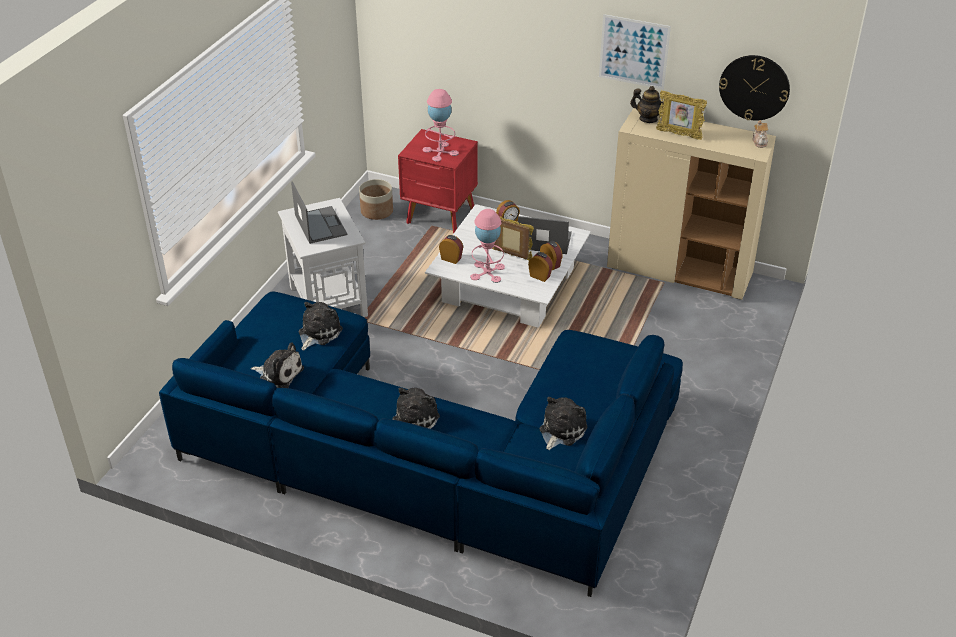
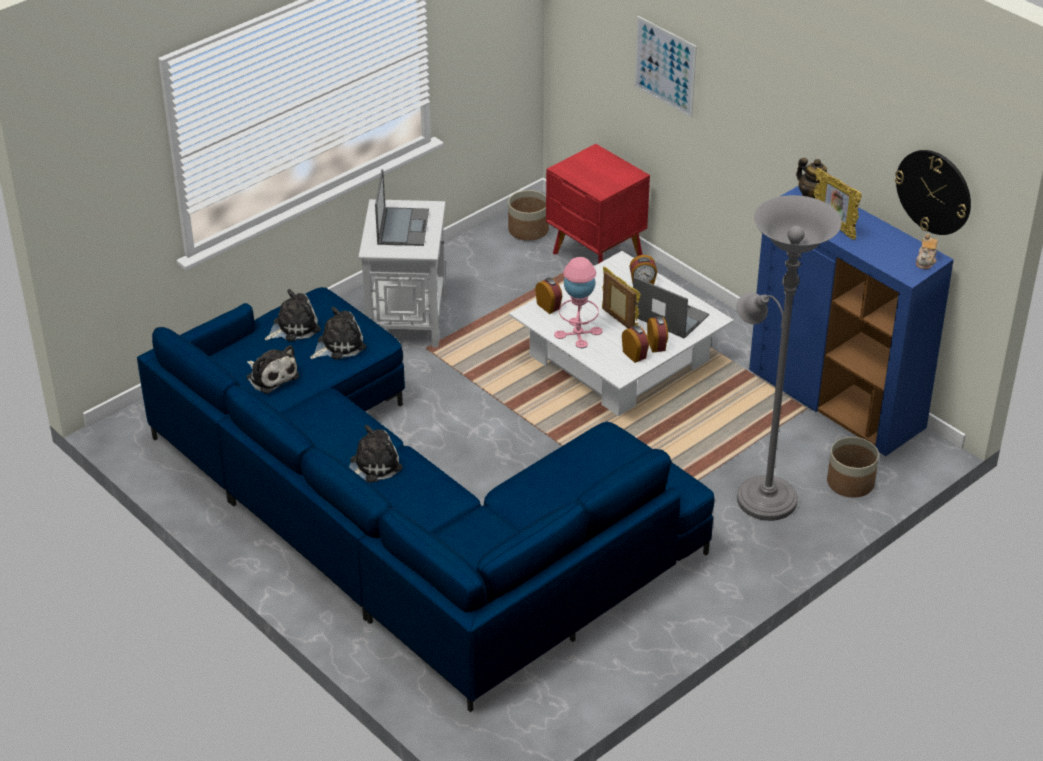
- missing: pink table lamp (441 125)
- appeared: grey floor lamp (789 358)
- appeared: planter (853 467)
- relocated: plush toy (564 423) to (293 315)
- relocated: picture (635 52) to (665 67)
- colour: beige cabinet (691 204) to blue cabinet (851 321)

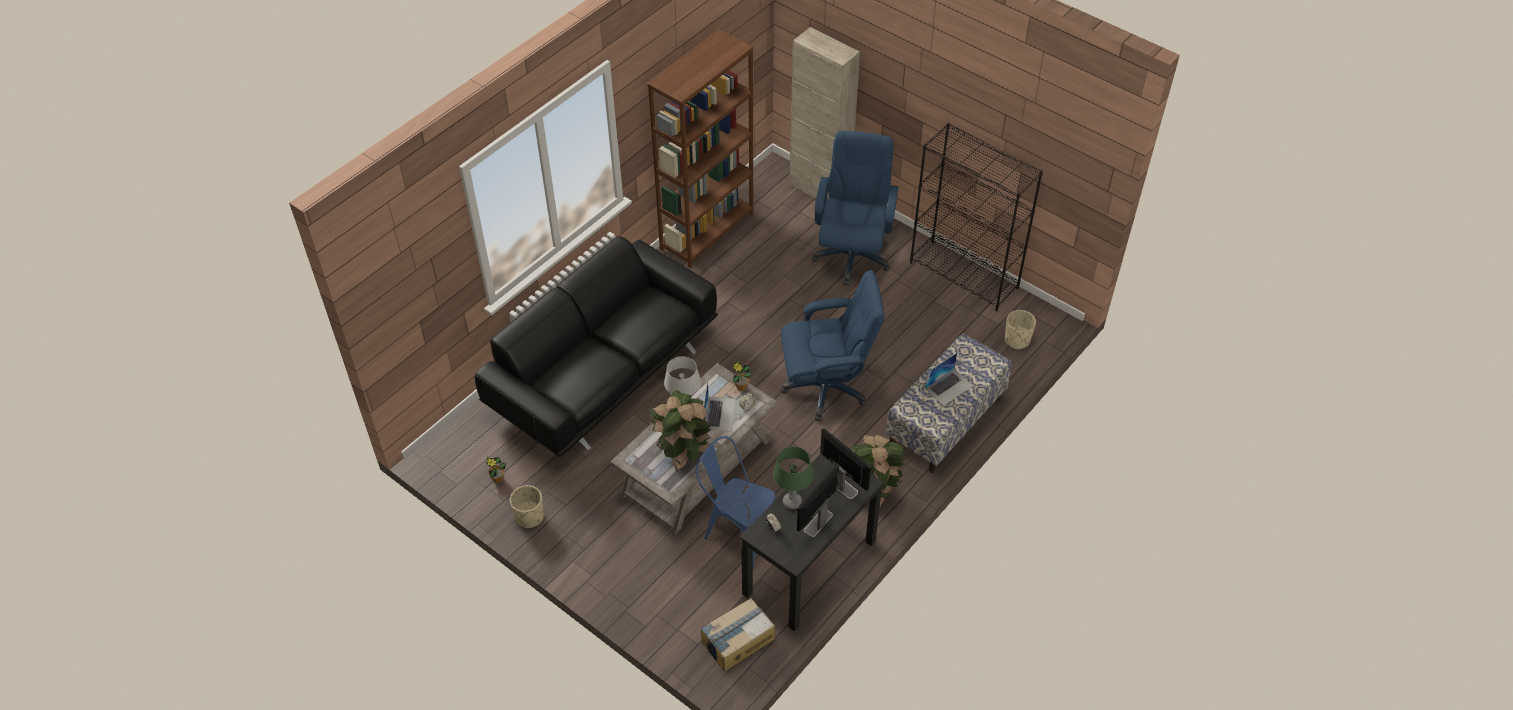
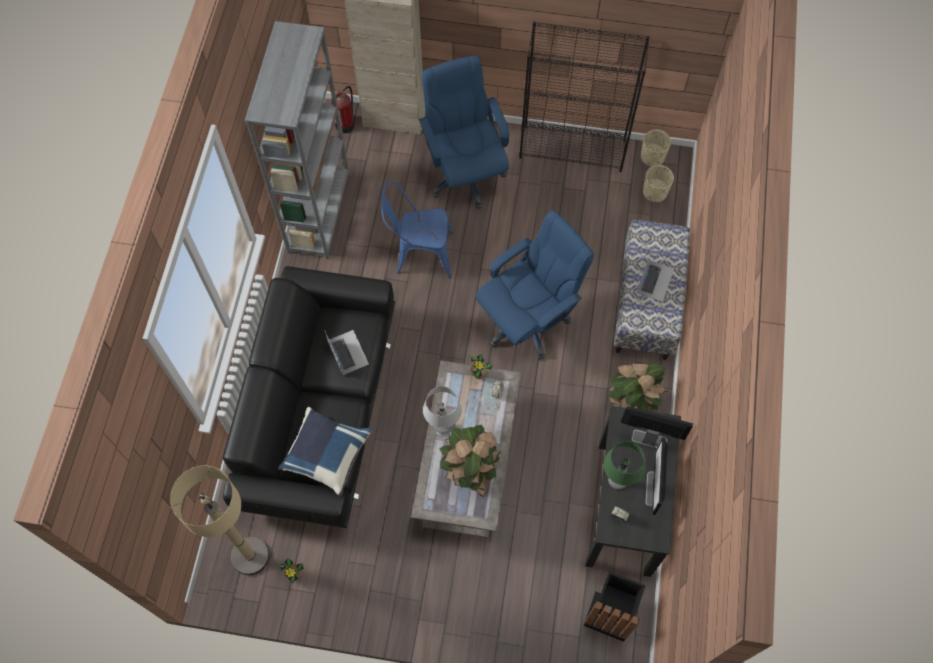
- appeared: beige floor lamp (220 520)
- appeared: blue pillow (325 451)
- appeared: fire extinguisher (343 109)
- relocated: beige planter (527 507) to (656 148)
- relocated: blue chair (736 502) to (417 230)
- relocated: laptop (720 406) to (346 352)
- exchanged: cardboard box (737 635) to black trash can (615 606)
- colour: brown bookcase (700 148) to grey bookcase (297 140)

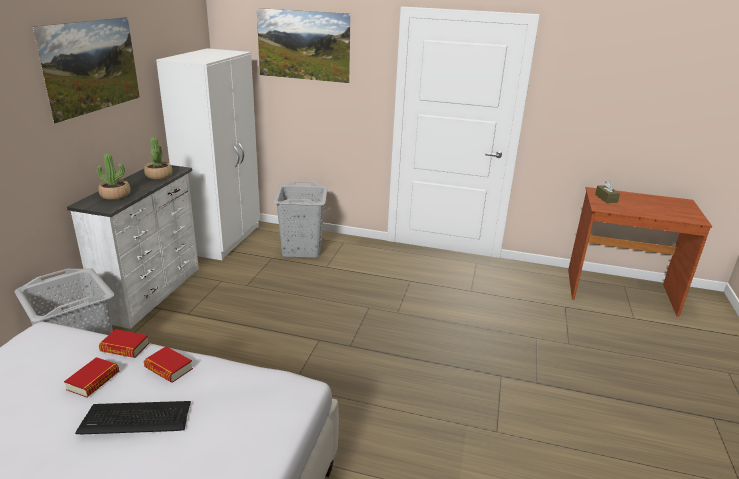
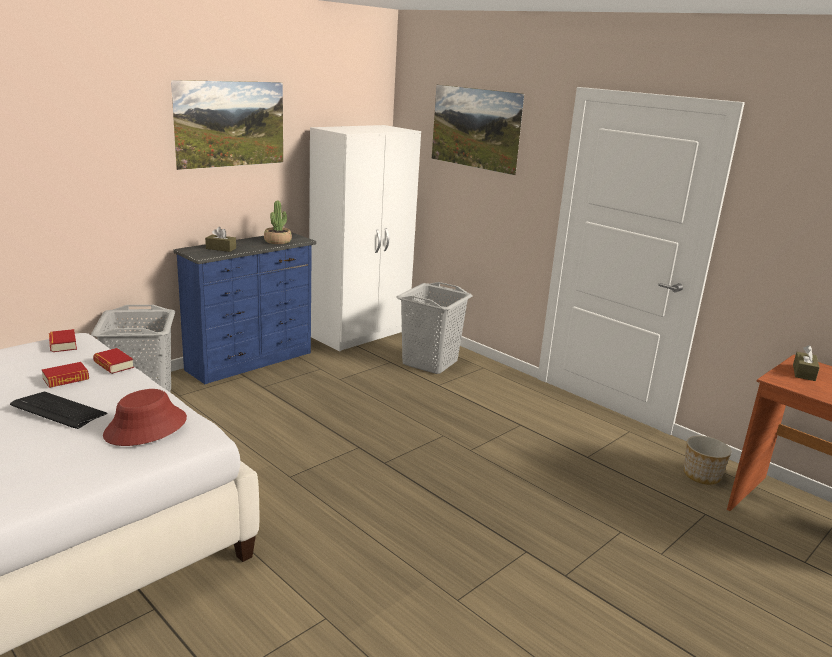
- appeared: red hat (145 417)
- appeared: planter (707 460)
- relocated: book (168 364) to (63 340)
- exchanged: potted plant (114 176) to brown tissue box (220 239)
- colour: white dresser (133 247) to blue dresser (244 308)

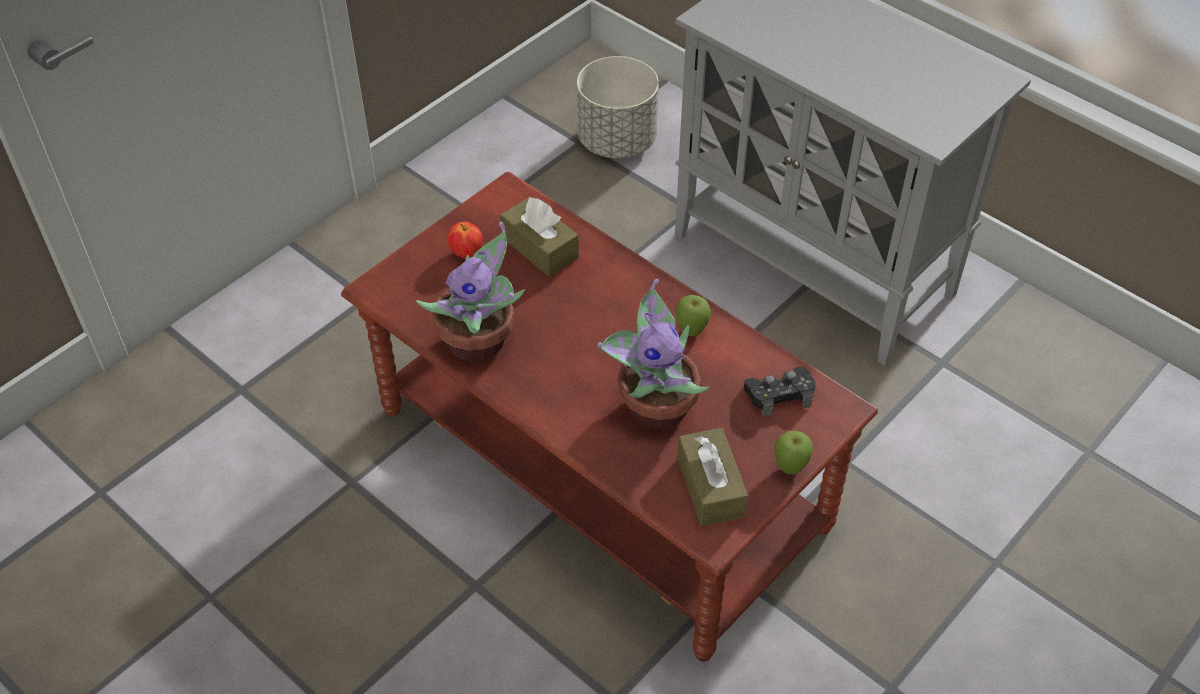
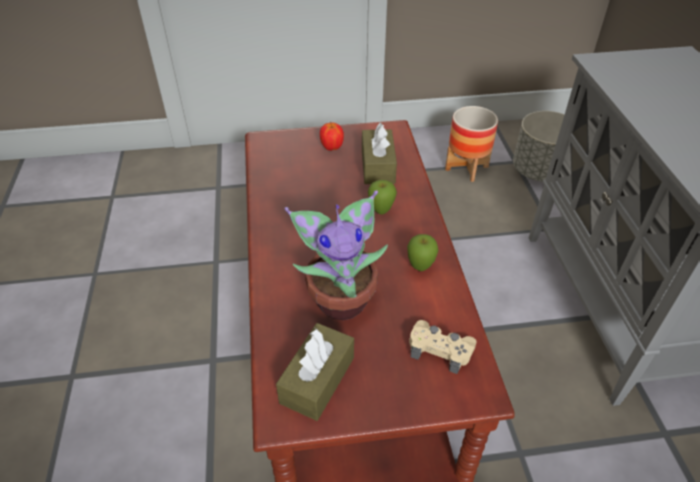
- missing: potted plant (470 292)
- appeared: planter (471 144)
- relocated: apple (793 452) to (382 197)
- colour: black game controller (779 392) to beige game controller (442 347)

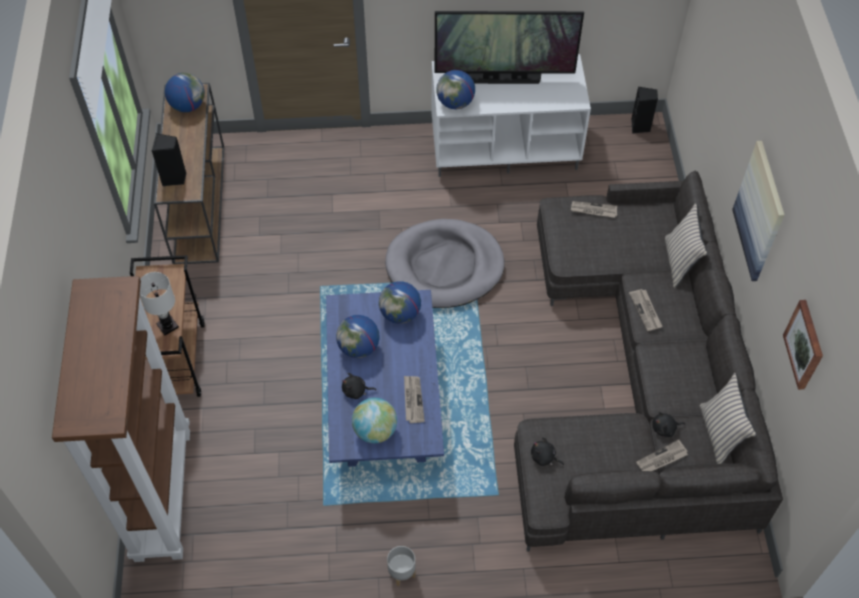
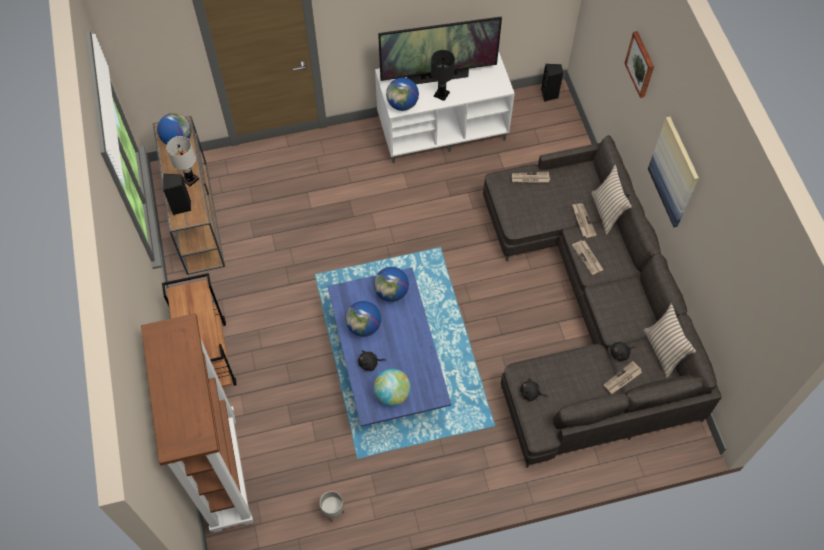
- missing: grey dog bed (445 263)
- appeared: black table lamp (443 75)
- relocated: white table lamp (159 303) to (182 161)
- relocated: grey planter (401 566) to (332 506)
- relocated: newspaper (414 399) to (584 220)
- relocated: picture (803 345) to (639 64)

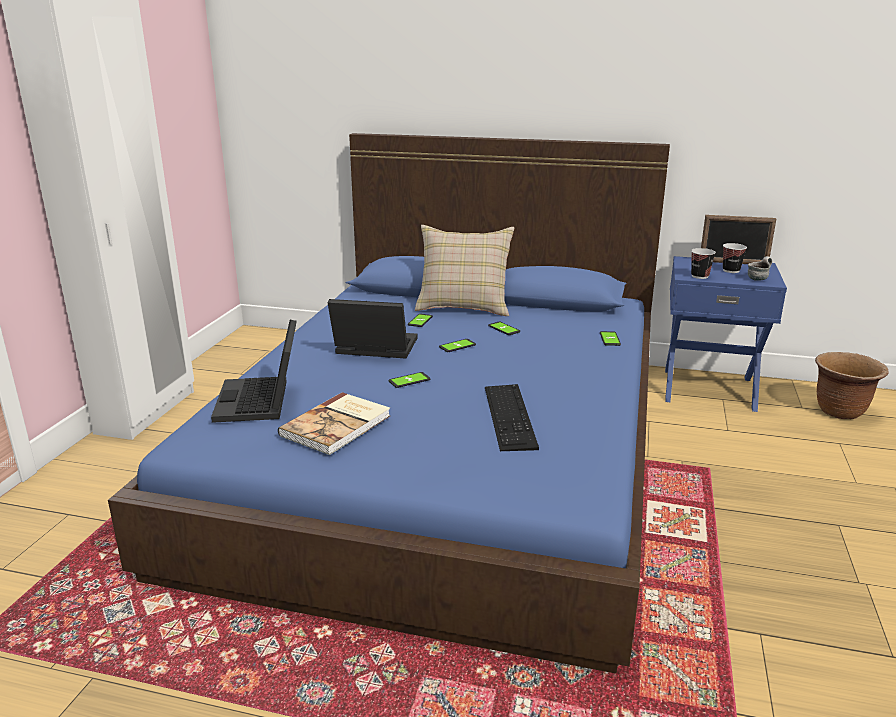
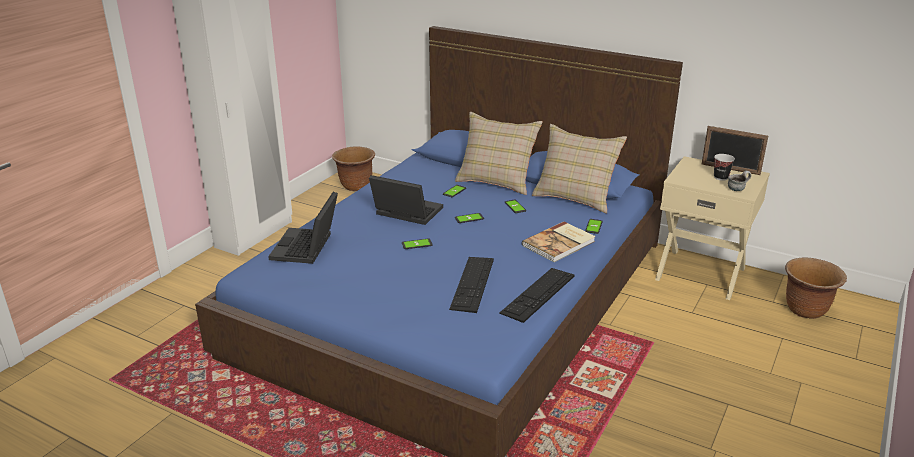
- missing: cup (703 263)
- appeared: brown planter (353 168)
- appeared: keyboard (537 295)
- appeared: beige pillow (579 168)
- relocated: book (334 423) to (558 242)
- colour: blue nightstand (726 334) to beige nightstand (712 228)

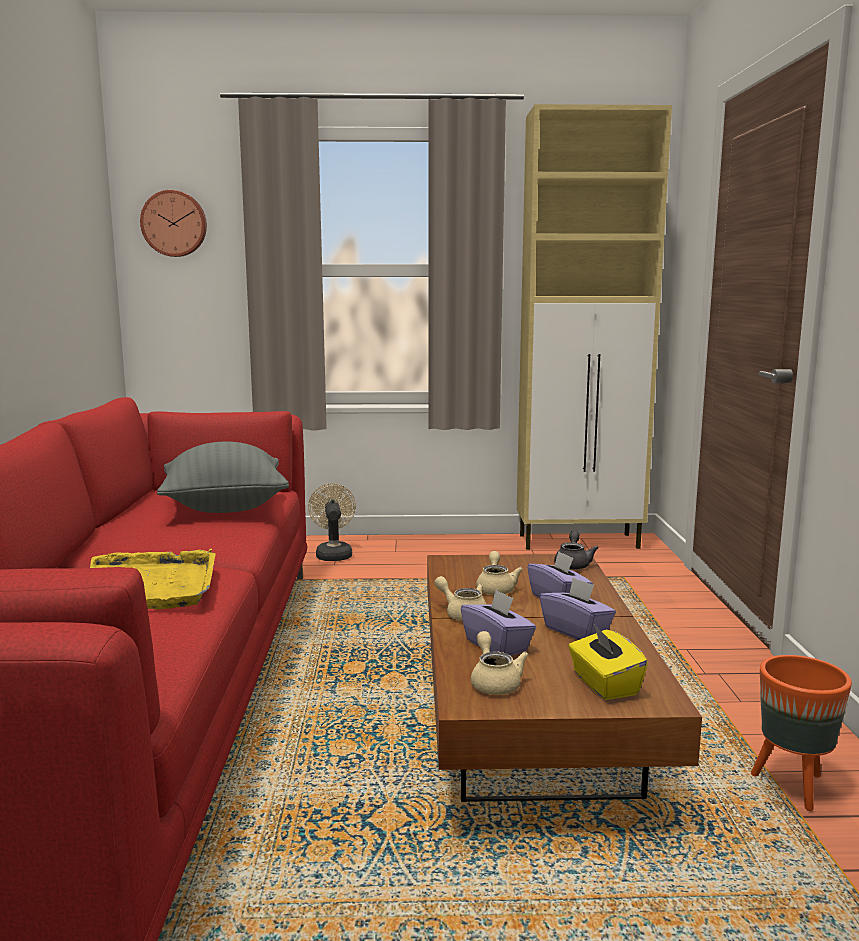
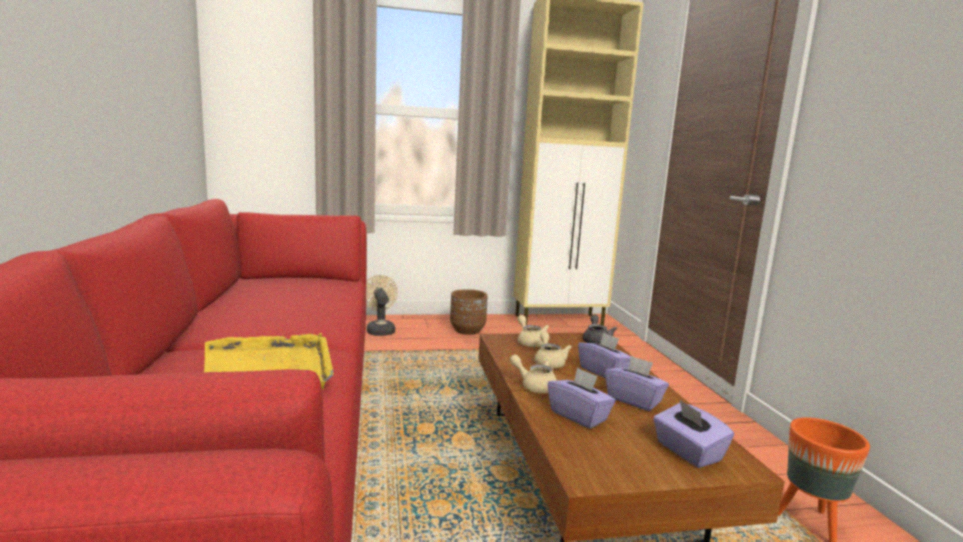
- missing: wall clock (173 223)
- missing: grey pillow (223 477)
- appeared: brown planter (469 312)
- relocated: beige teapot (500 663) to (533 331)
- colour: yellow tissue box (608 661) to purple tissue box (693 433)

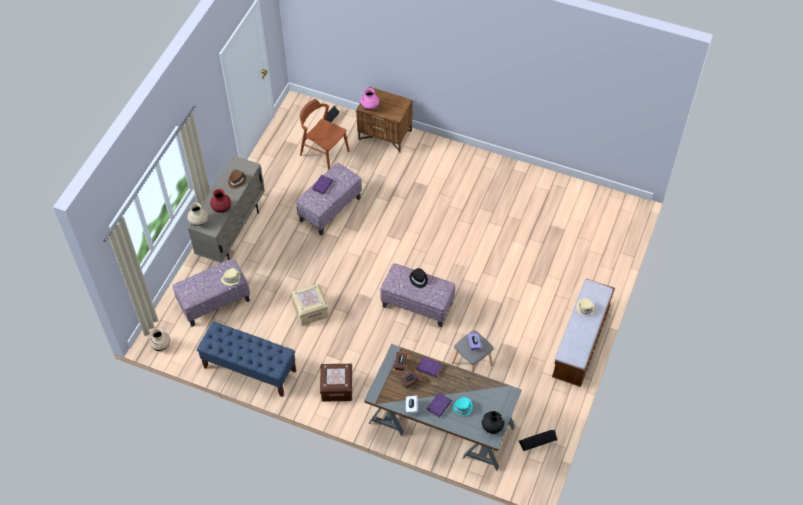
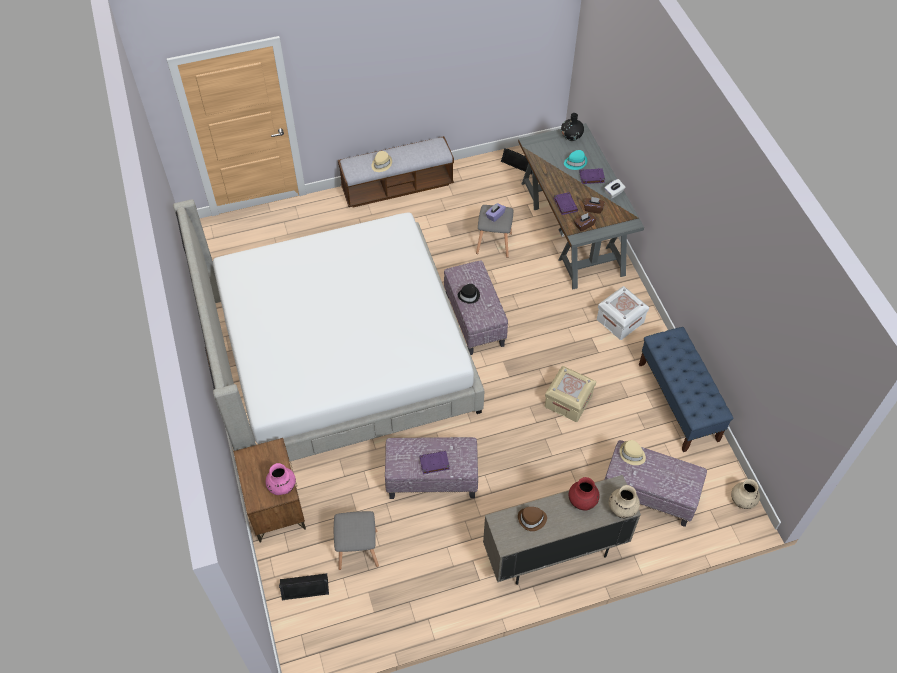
- appeared: bed (329 330)
- exchanged: brown chair (324 134) to grey stool (356 540)
- colour: brown storage box (336 383) to white storage box (623 313)

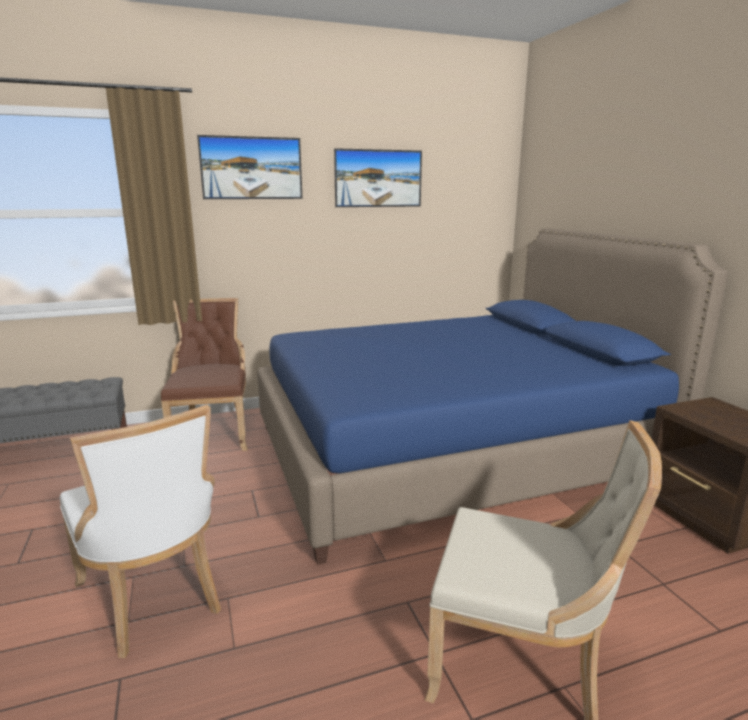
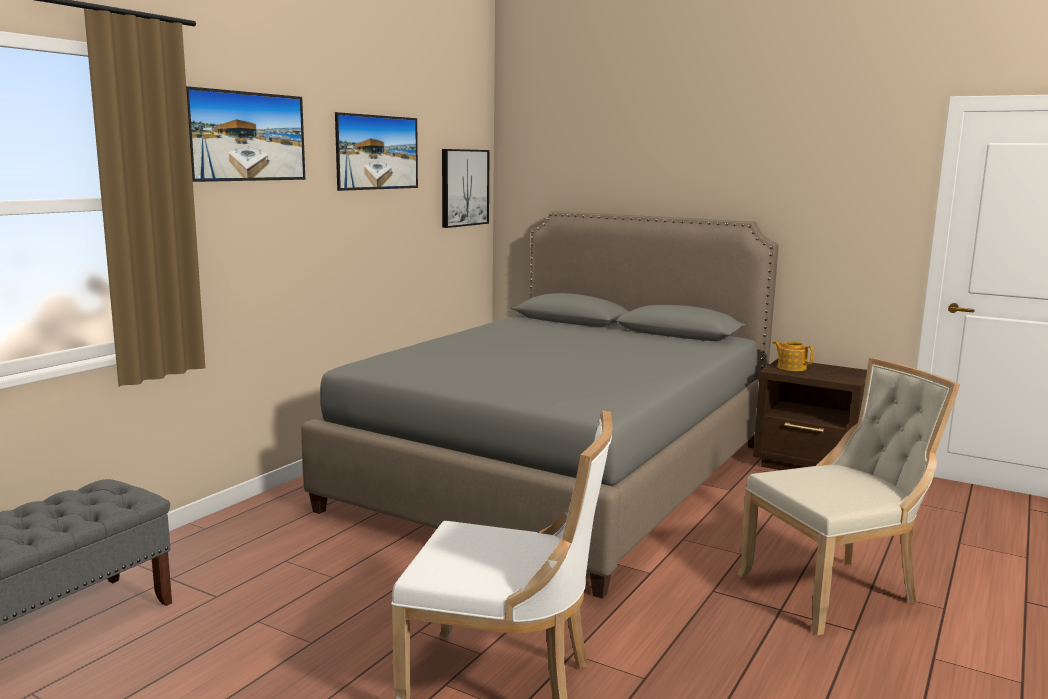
- missing: brown chair (204 374)
- appeared: picture (466 188)
- appeared: teapot (793 356)
- colour: blue bed (492 396) to grey bed (540 405)

